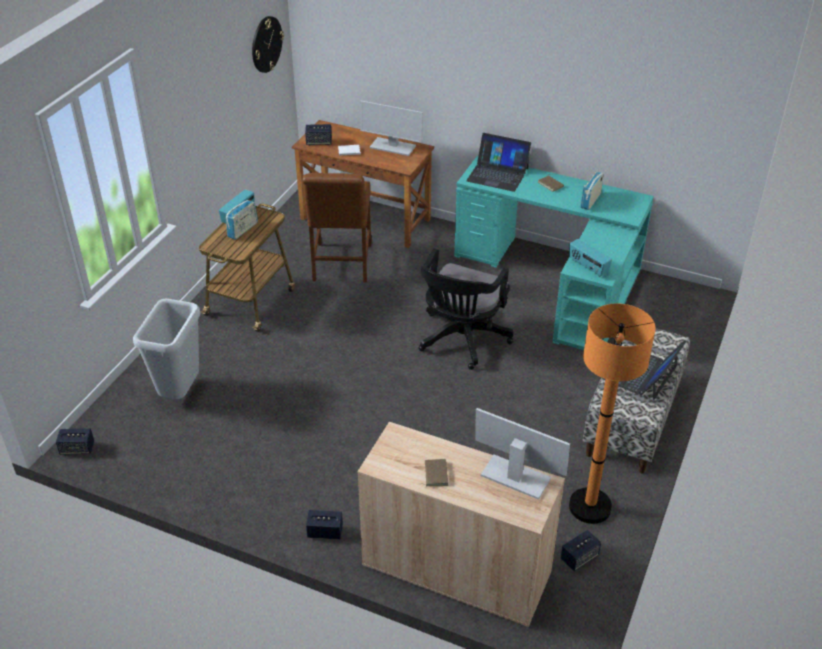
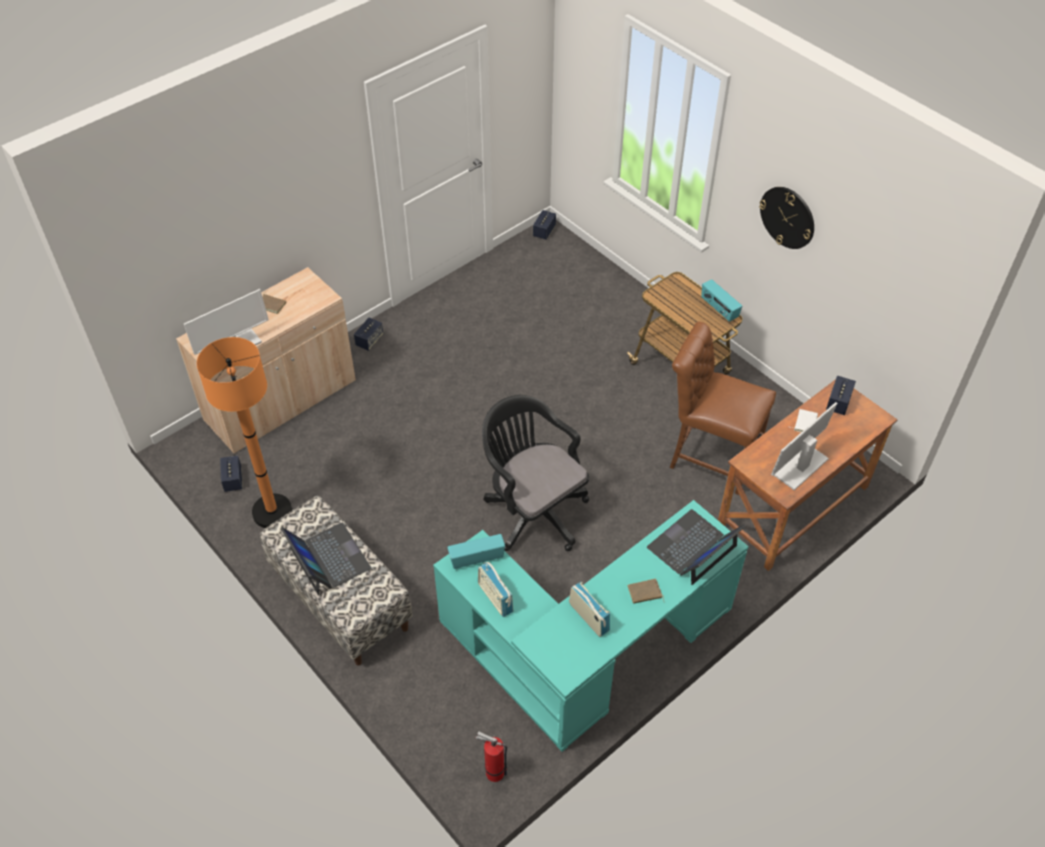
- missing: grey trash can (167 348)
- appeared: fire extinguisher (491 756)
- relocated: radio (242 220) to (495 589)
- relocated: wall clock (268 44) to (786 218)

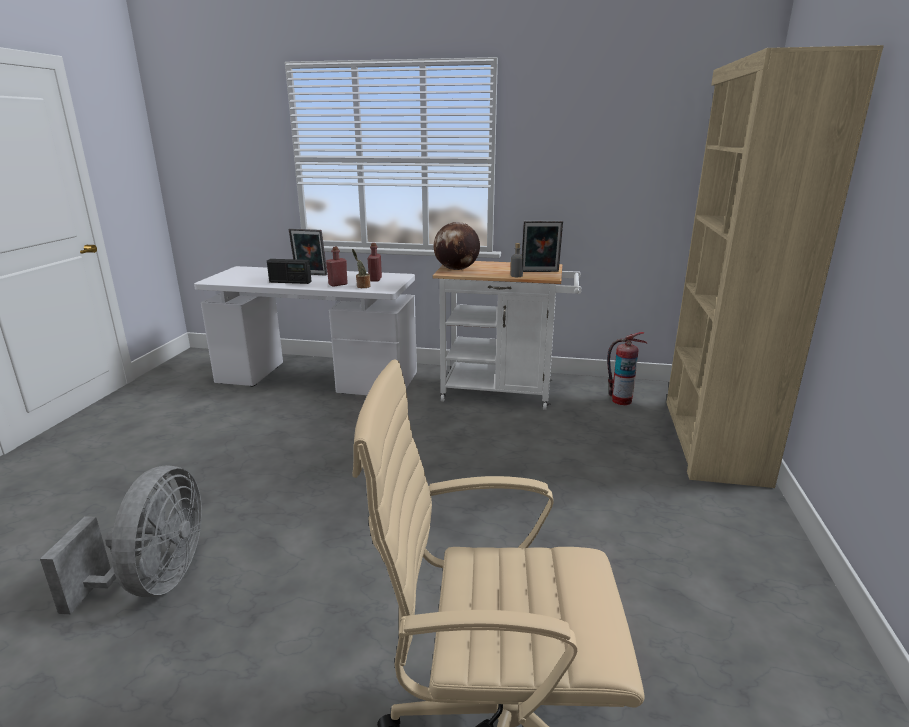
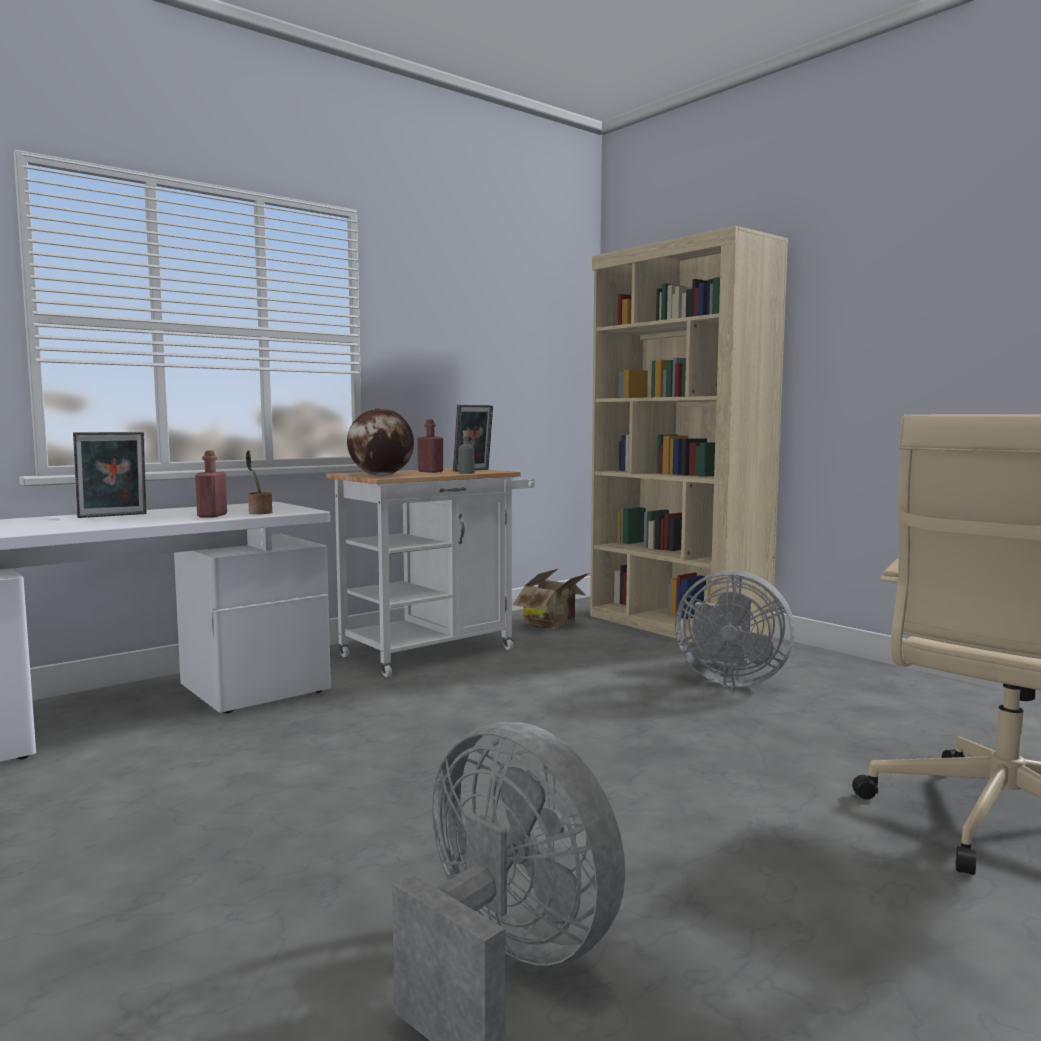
- missing: radio (289 271)
- appeared: grey fan (735 629)
- relocated: red bottle (375 262) to (430 446)
- exchanged: fire extinguisher (627 368) to cardboard box (550 598)

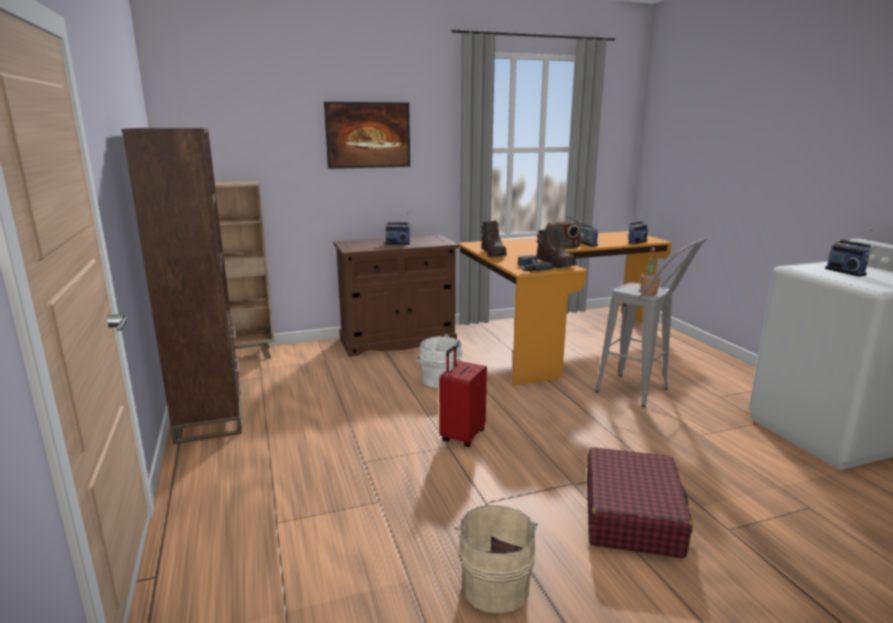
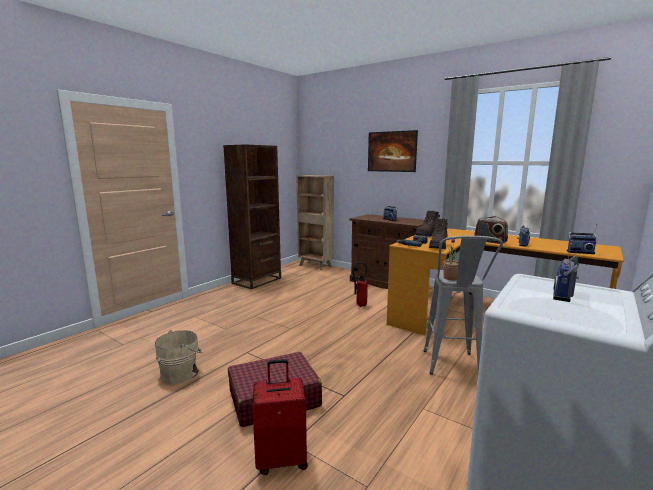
- relocated: red suitcase (463 396) to (280 417)
- exchanged: white bucket (439 361) to fire extinguisher (360 284)

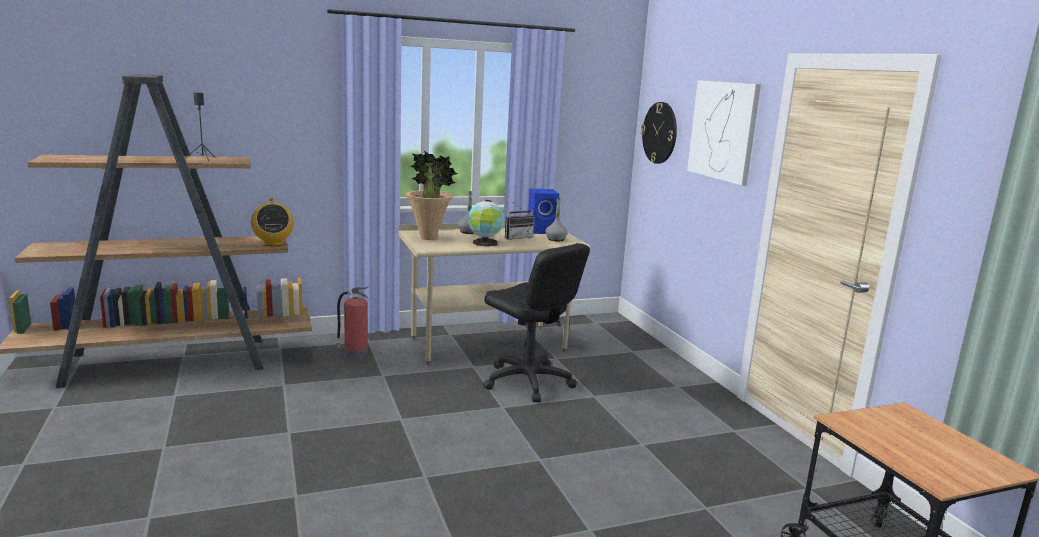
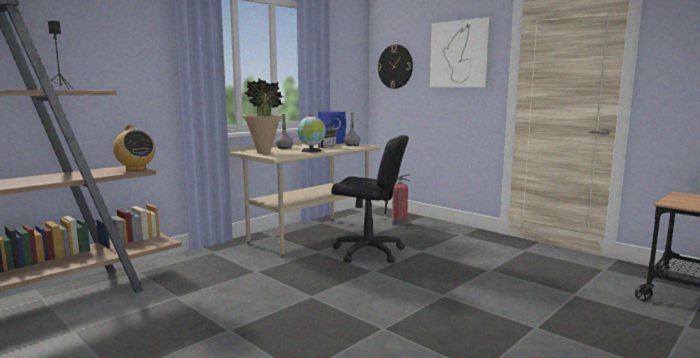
- relocated: fire extinguisher (352 322) to (397 199)

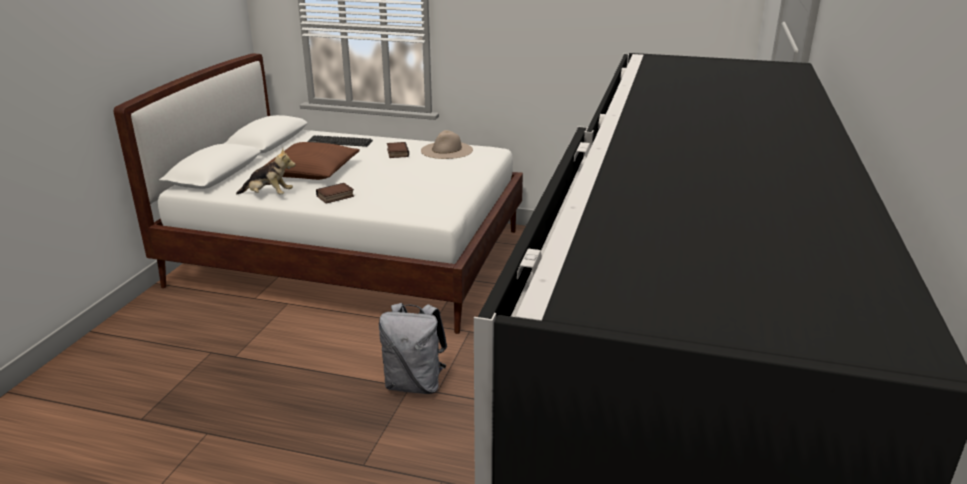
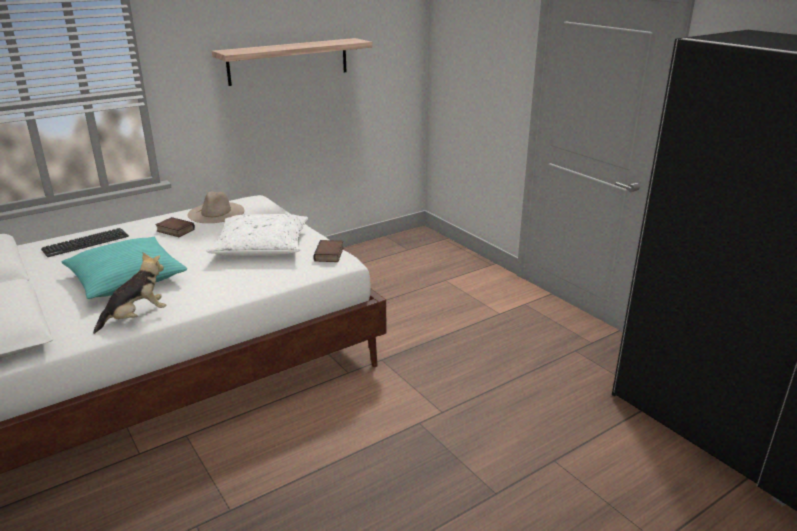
- missing: grey backpack (413 348)
- appeared: white pillow (257 234)
- appeared: shelf (292 62)
- relocated: book (335 193) to (328 251)
- colour: brown pillow (312 161) to turquoise pillow (124 268)

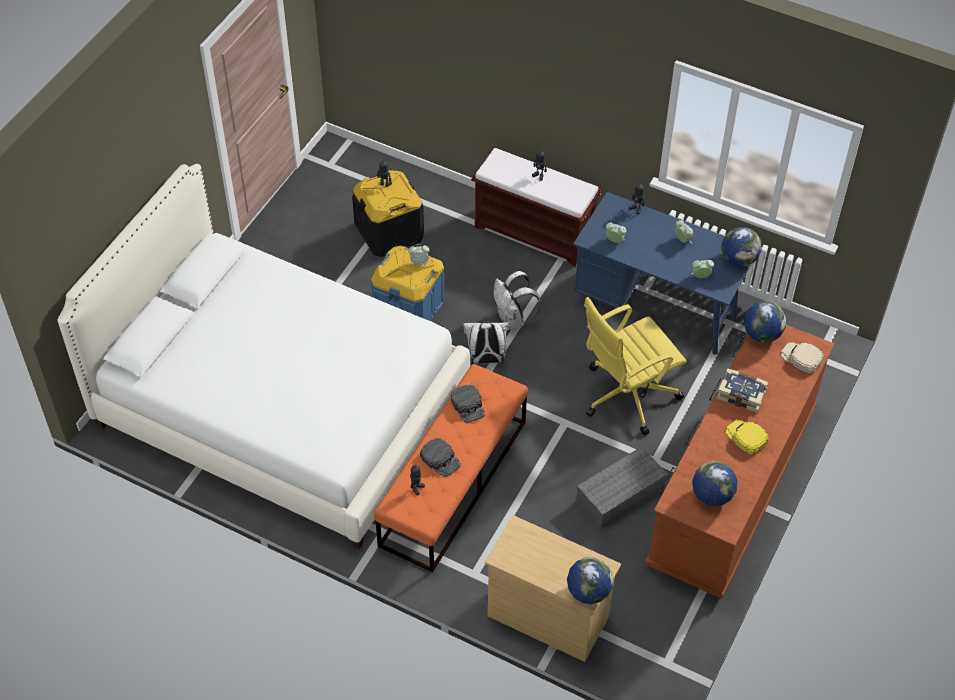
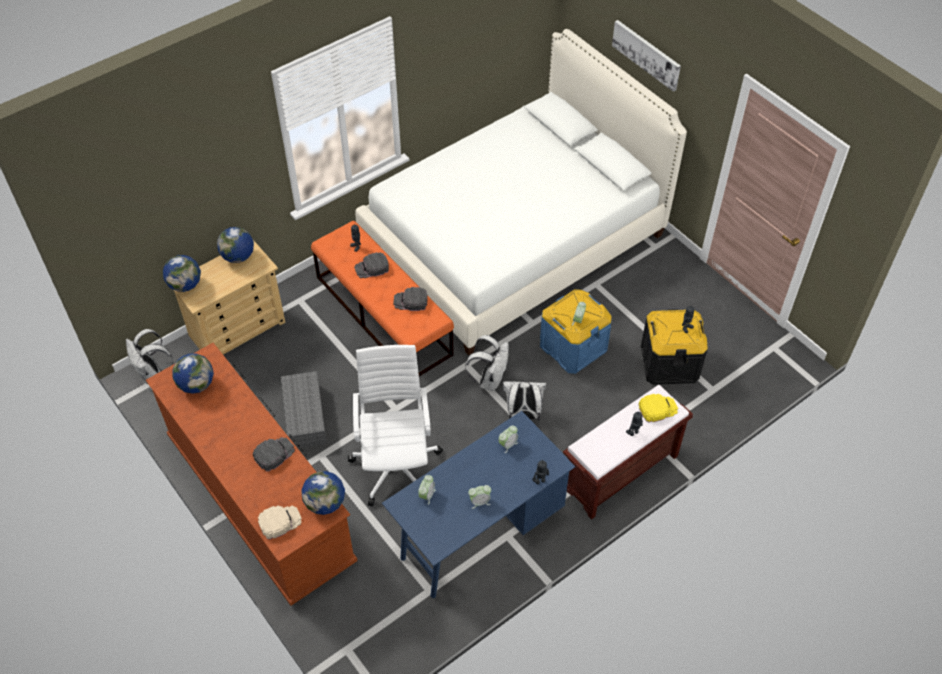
- appeared: white backpack (149 356)
- appeared: picture (646 56)
- relocated: globe (741 247) to (235 245)
- relocated: yellow cap (747 437) to (658 408)
- exchanged: book (742 391) to black cap (274 454)
- colour: yellow office chair (635 366) to white office chair (395 426)

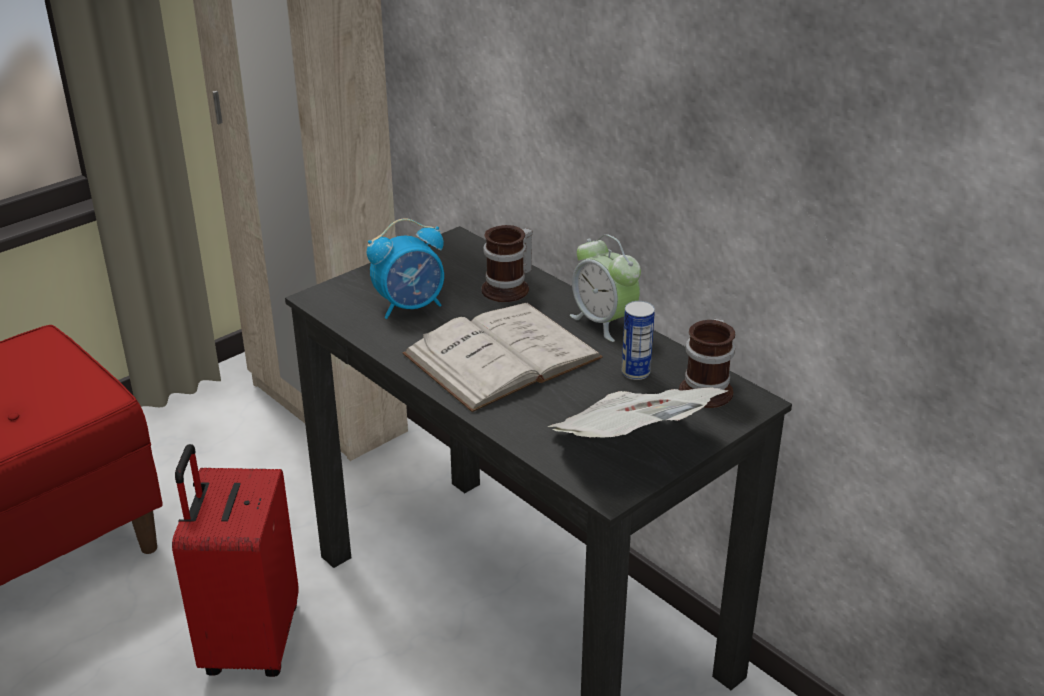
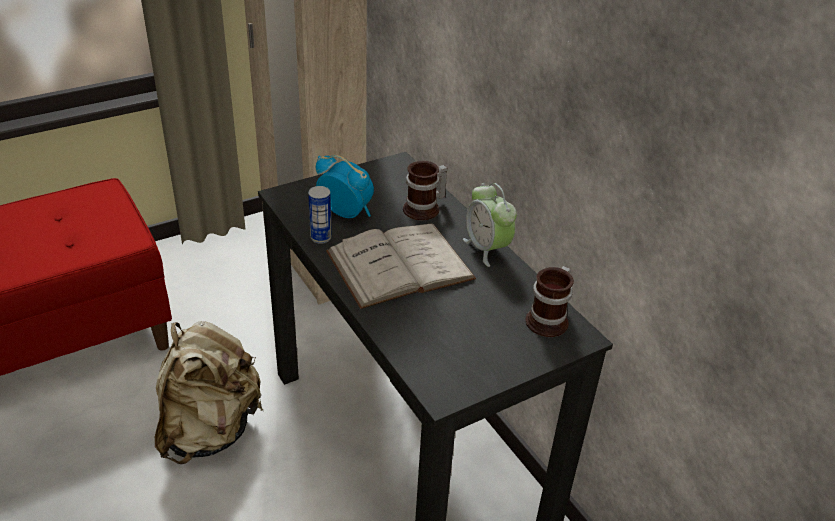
- missing: newspaper (638 412)
- relocated: can (638 340) to (320 215)
- exchanged: red suitcase (235 560) to beige backpack (209 392)
- spun: alarm clock (405 268) = (345 186) 135 degrees counterclockwise

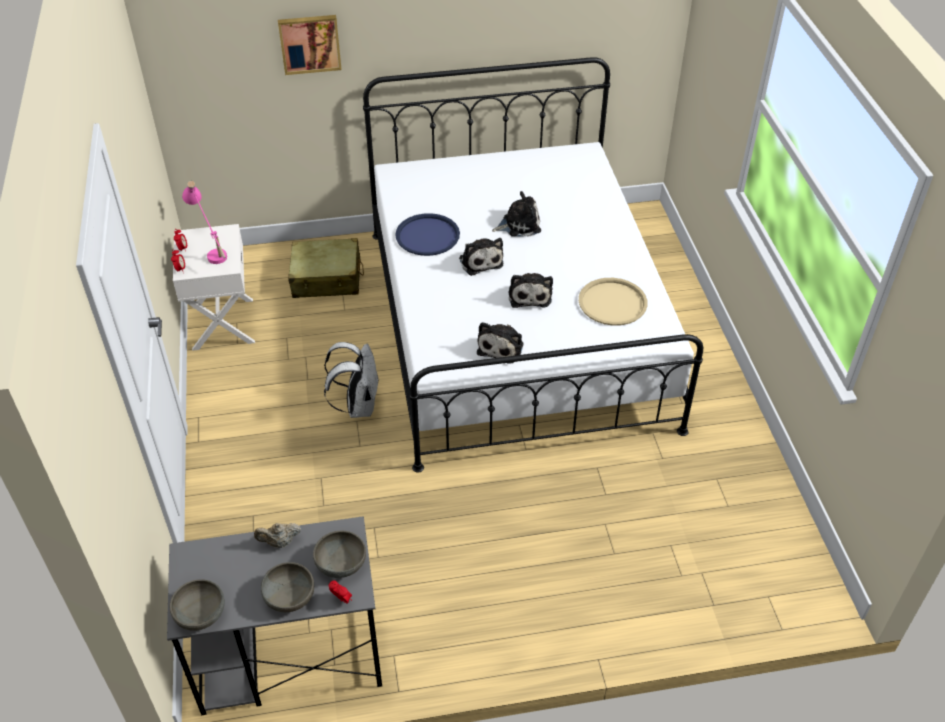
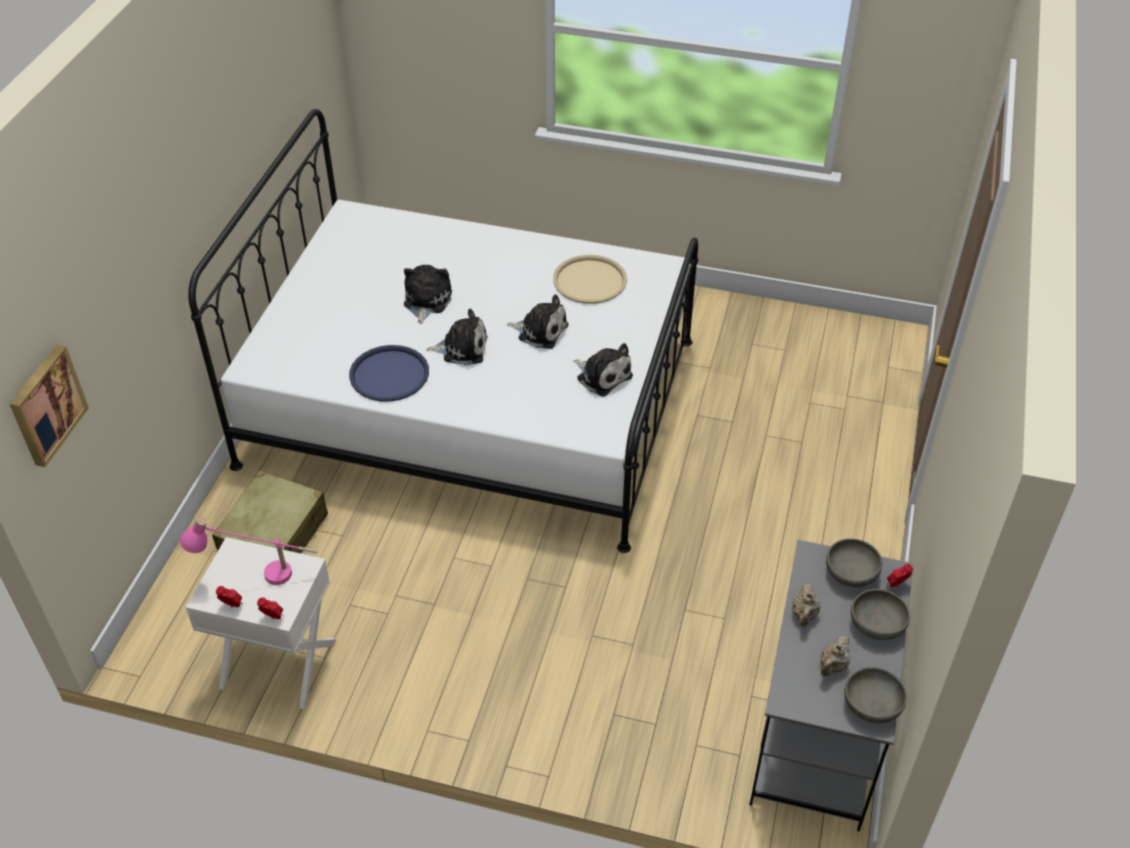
- missing: white backpack (351 380)
- appeared: beige teapot (835 655)
- relocated: picture (310 45) to (49 406)

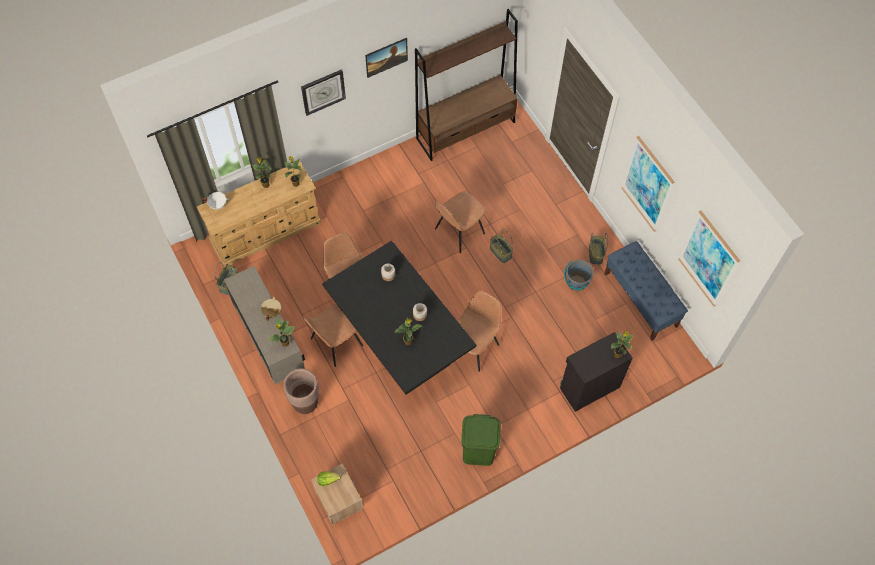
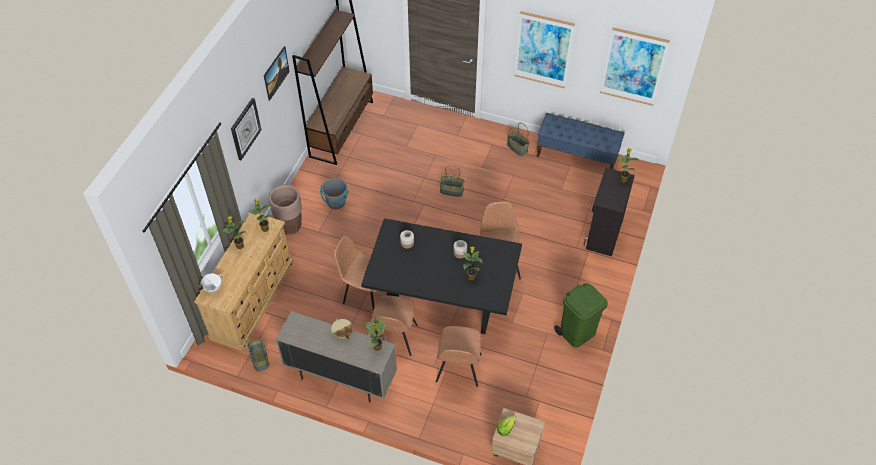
- relocated: brown planter (301 391) to (285 210)
- relocated: brown chair (460 222) to (459 356)
- relocated: grey bucket (579 275) to (334 193)

